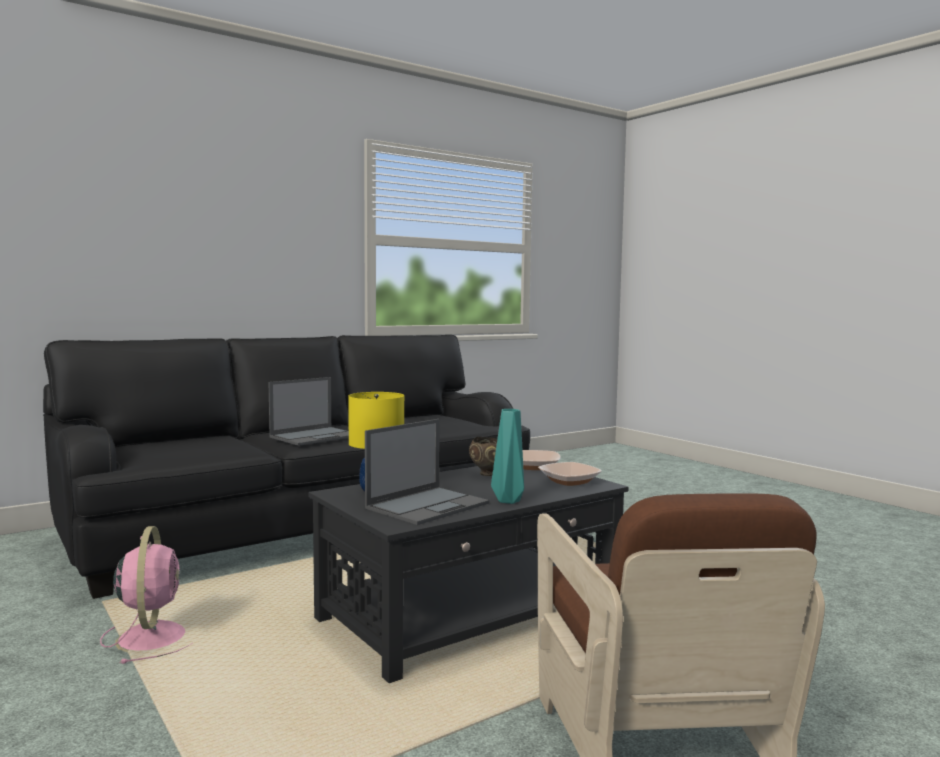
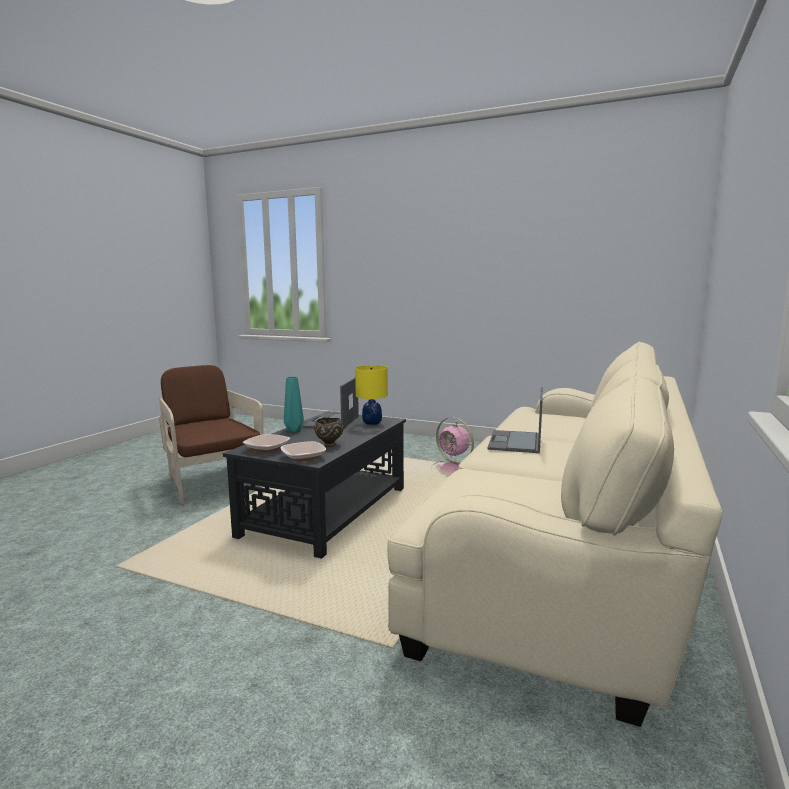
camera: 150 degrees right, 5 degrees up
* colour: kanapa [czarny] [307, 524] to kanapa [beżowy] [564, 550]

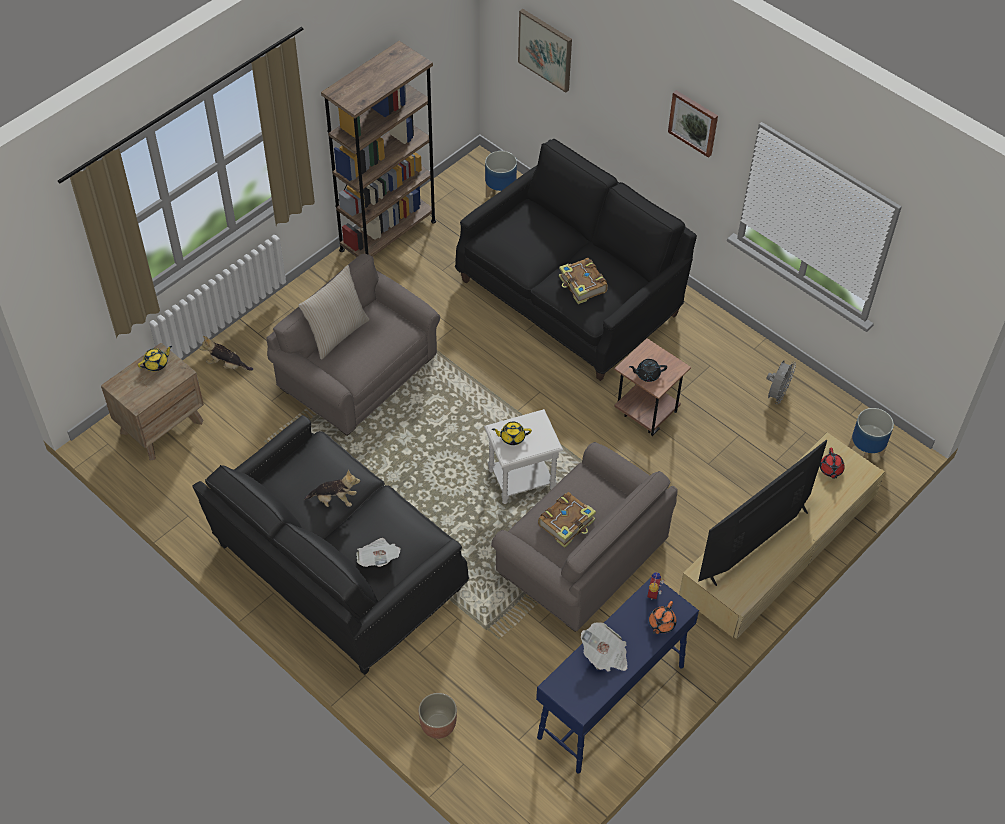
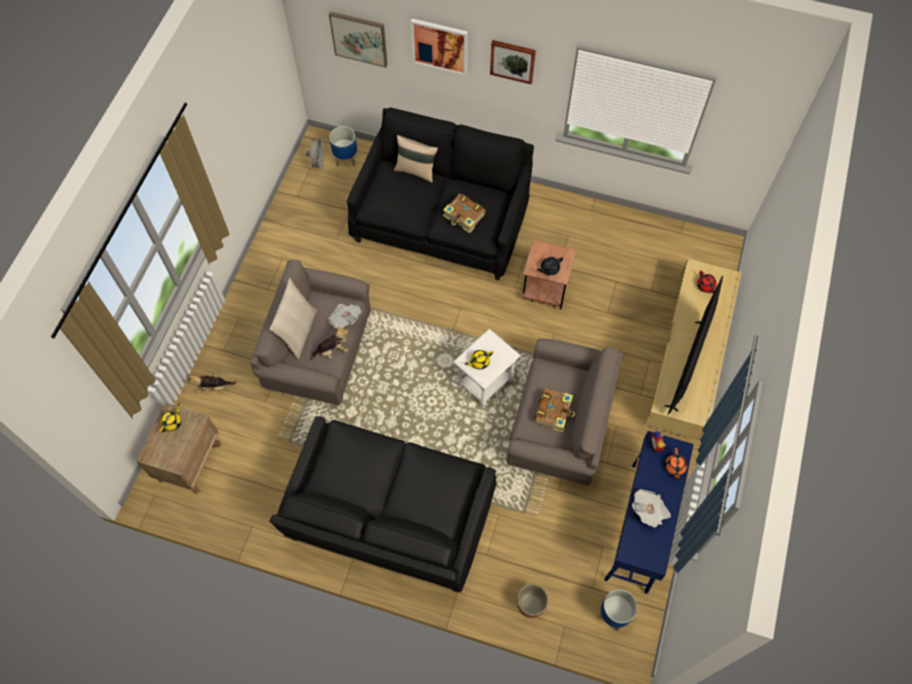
camera: 25 degrees left, 10 degrees up
* missing: regał [brązowy] [388, 235]
* relocated: wentylator [szary] [776, 394] to [318, 164]
* relocated: donica [866, 451] to [614, 615]
* relocated: pluszak [334, 500] to [332, 351]
* relocated: gazeta [378, 559] to [345, 319]
* appeared: obraz [440, 46]
* appeared: poduszka [beżowy] [416, 171]

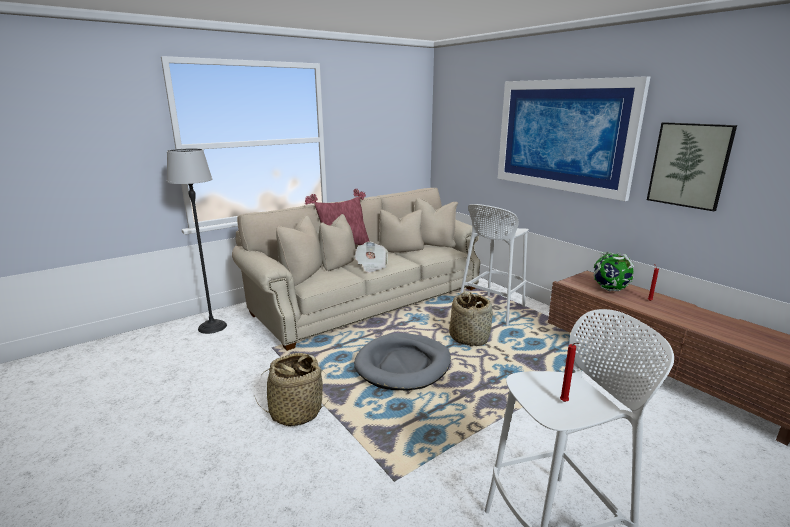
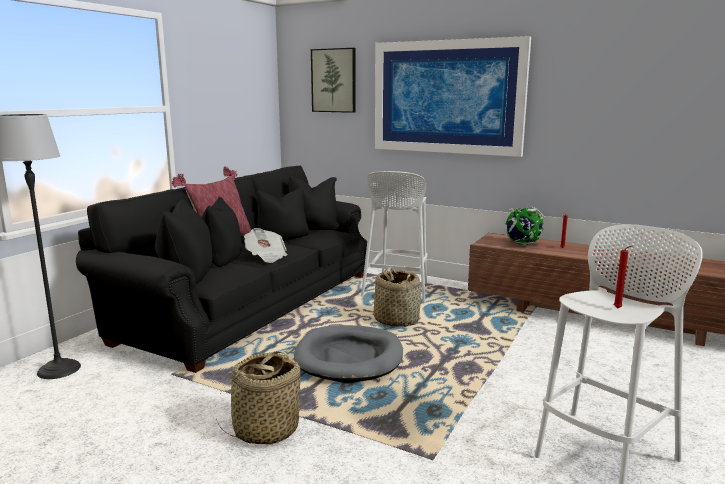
camera: 25 degrees left, 5 degrees down
* relocated: obraz [689, 165] to [334, 80]
* colour: kanapa [beżowy] [367, 299] to kanapa [czarny] [250, 304]

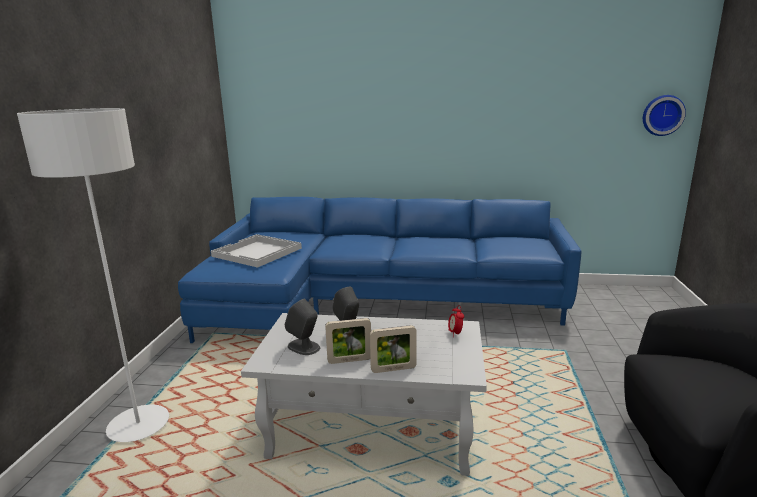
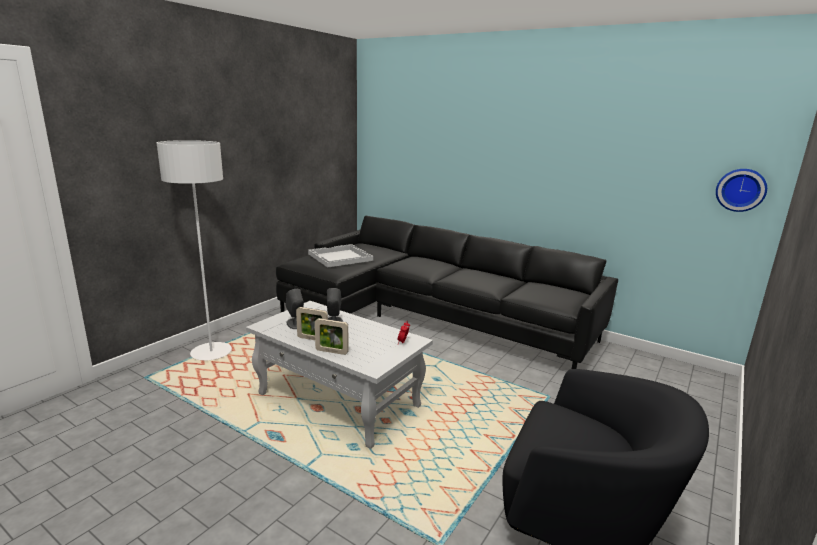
camera: 25 degrees right, 0 degrees up
* colour: kanapa [niebieski] [373, 302] to kanapa [czarny] [430, 318]

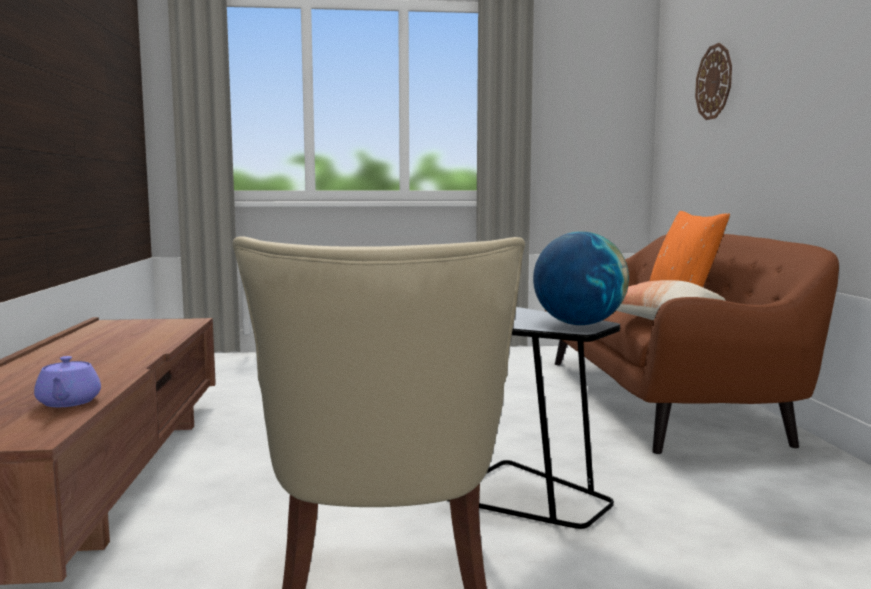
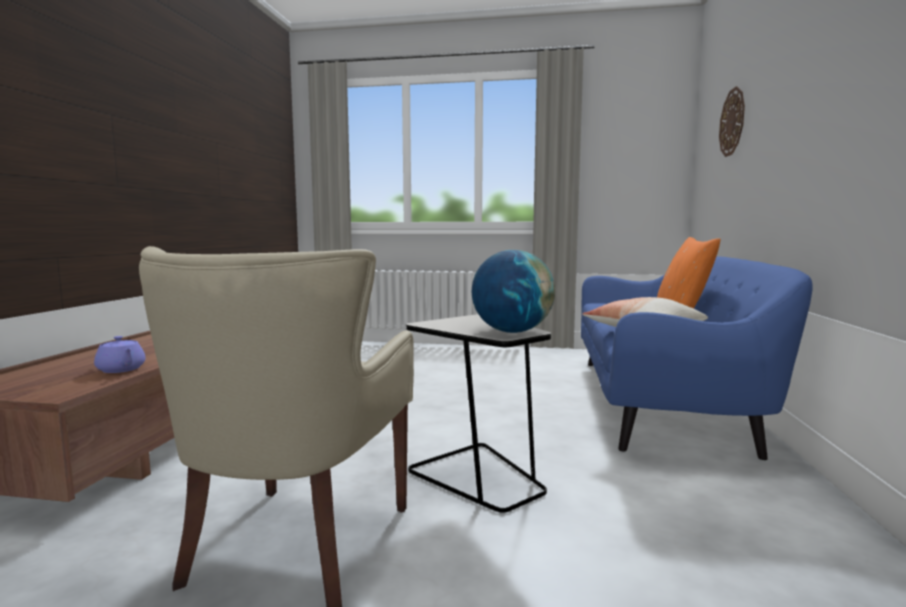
camera: 15 degrees right, 0 degrees up
* colour: kanapa [brązowy] [657, 397] to kanapa [niebieski] [659, 400]
* spun: imbryk [fioletowy] [68, 402] = [121, 370] 45 degrees counterclockwise

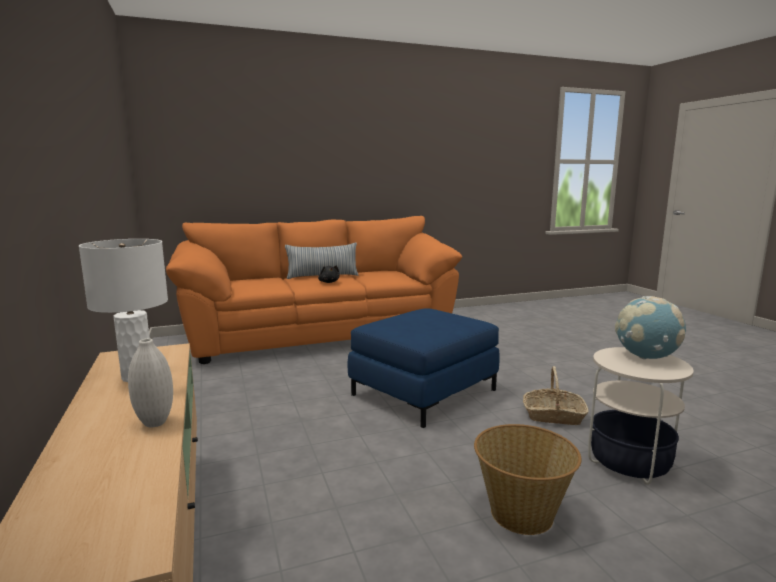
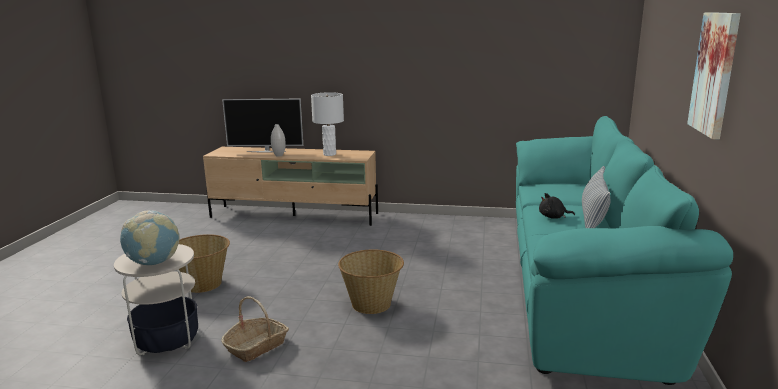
camera: 120 degrees right, 5 degrees up
* colour: kanapa [pomarańczowy] [321, 337] to kanapa [turkusowy] [580, 291]
* exchanged: pufa [niebieski] [424, 392] to koszyk [372, 304]
* appeared: obraz [715, 74]
* appeared: telewizor [266, 151]

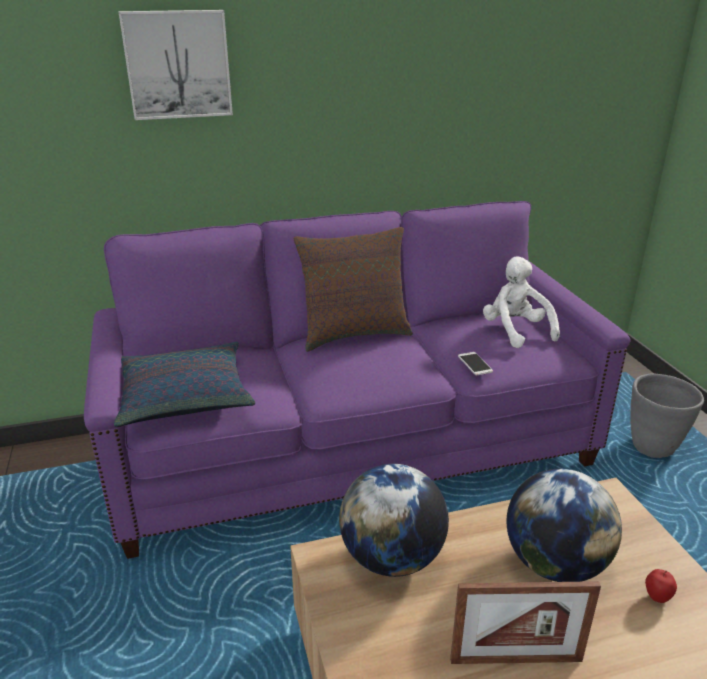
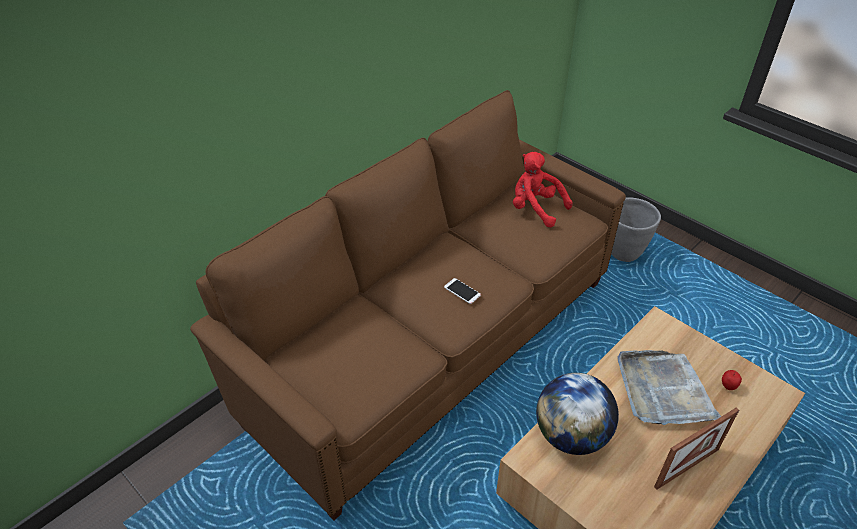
camera: 30 degrees left, 15 degrees up
* missing: obraz [177, 64]
* colour: kanapa [fioletowy] [354, 450] to kanapa [brązowy] [428, 343]
* missing: poduszka [brązowy] [355, 335]
* colour: pluszak [biały] [515, 331] to pluszak [czerwony] [535, 208]
* missing: poduszka [niebieski] [184, 397]
* relocated: telefon [475, 364] to [462, 291]
* exchanged: globus [554, 564] to taca [szary] [663, 391]

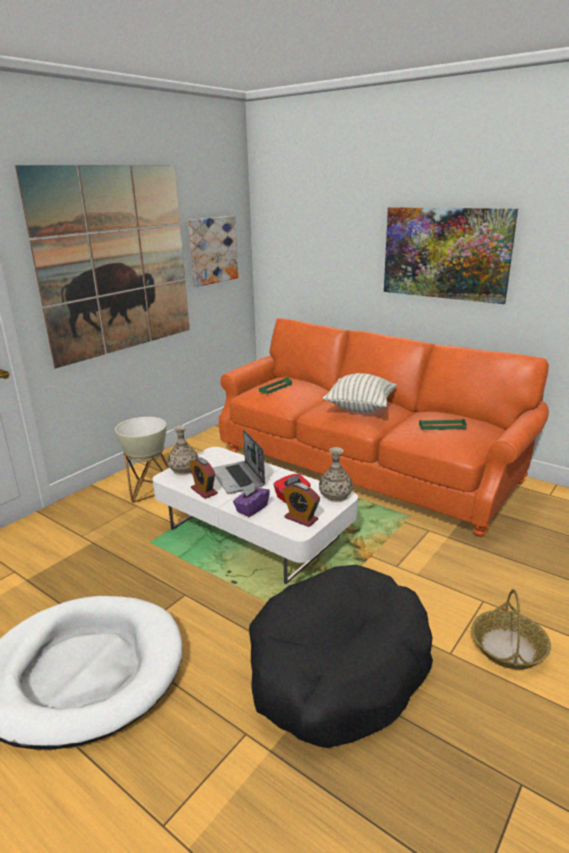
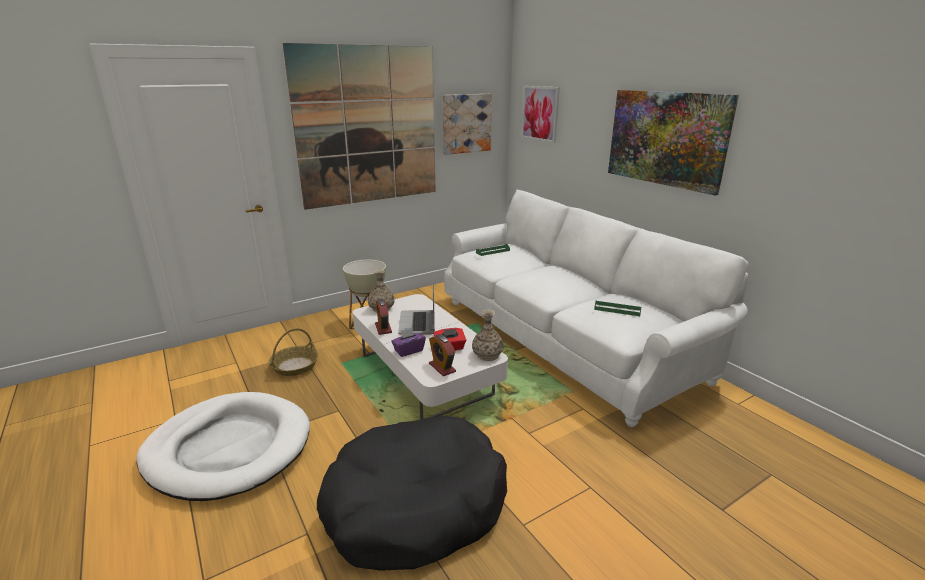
camera: 20 degrees right, 0 degrees up
* colour: kanapa [pomarańczowy] [366, 466] to kanapa [biały] [563, 338]
* missing: poduszka [360, 408]
* relocated: koszyk [508, 648] to [294, 366]
* appeared: obraz [540, 113]

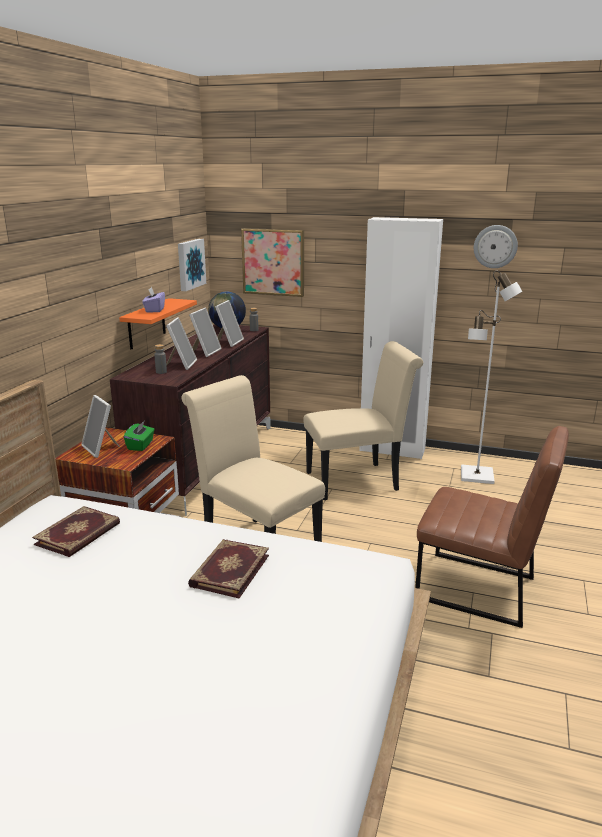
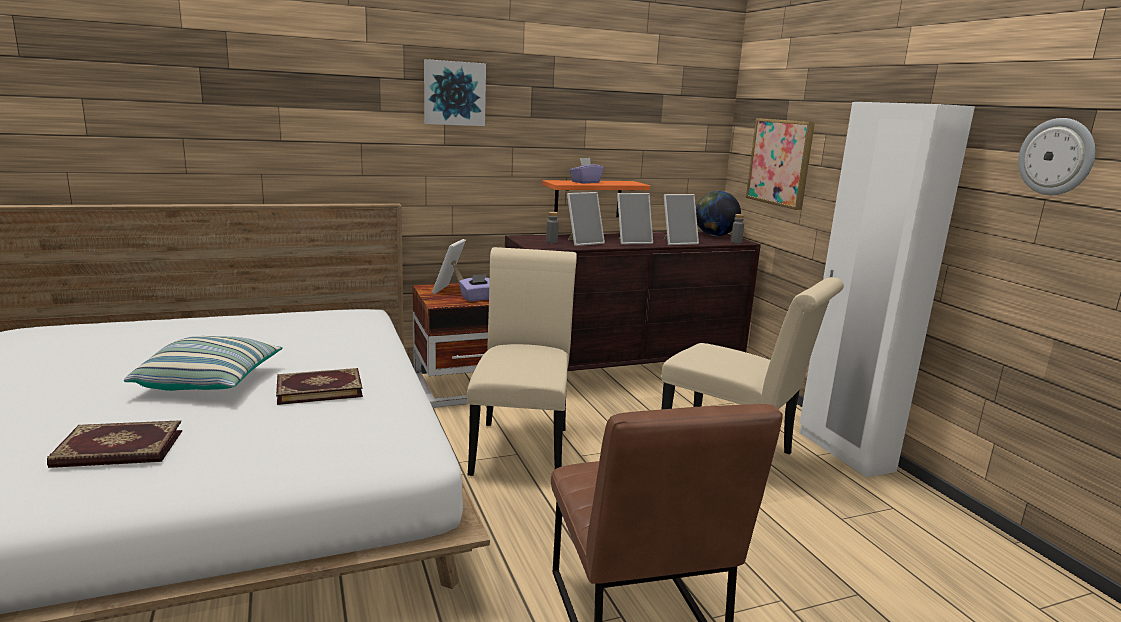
camera: 50 degrees right, 5 degrees down
* relocated: obraz [190, 264] to [454, 93]
* missing: lampa stojąca [biały] [476, 475]
* colour: pudełko chusteczek [zielony] [140, 445] to pudełko chusteczek [fioletowy] [477, 298]
* relocated: książka [79, 534] to [118, 450]
* appeared: poduszka [210, 382]

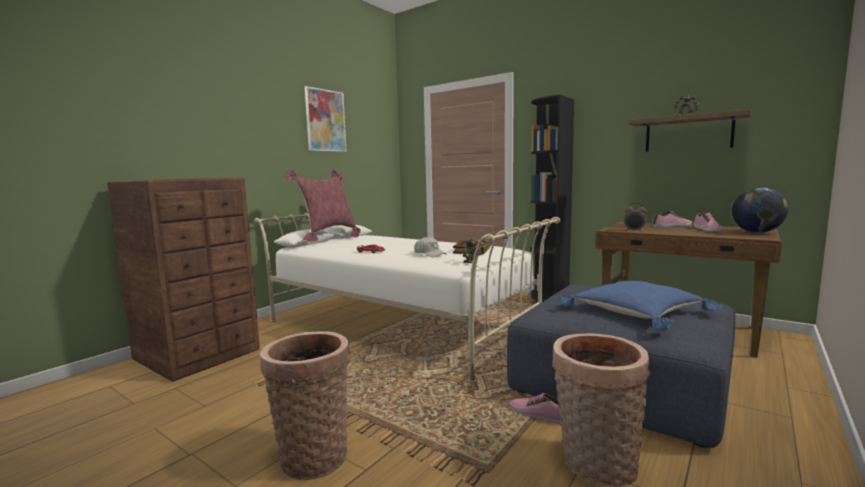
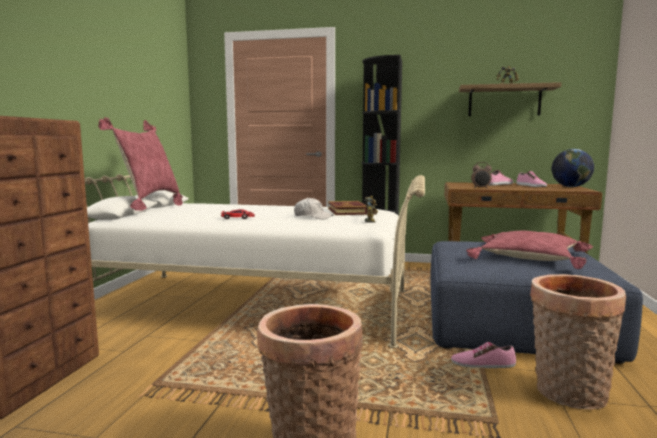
camera: 25 degrees left, 0 degrees up
* missing: obraz [325, 120]
* colour: poduszka [niebieski] [636, 310] to poduszka [czerwony] [529, 256]

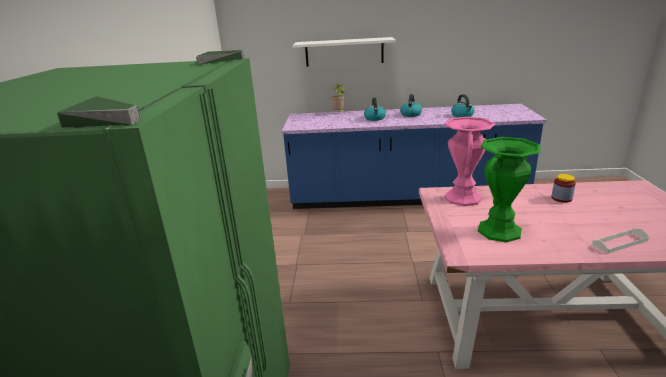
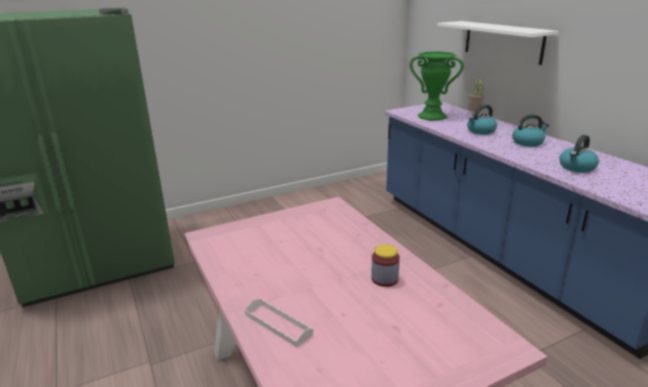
camera: 60 degrees right, 0 degrees up
* missing: wazon [różowy] [462, 198]
* relocated: wazon [zielony] [499, 230] to [432, 116]

